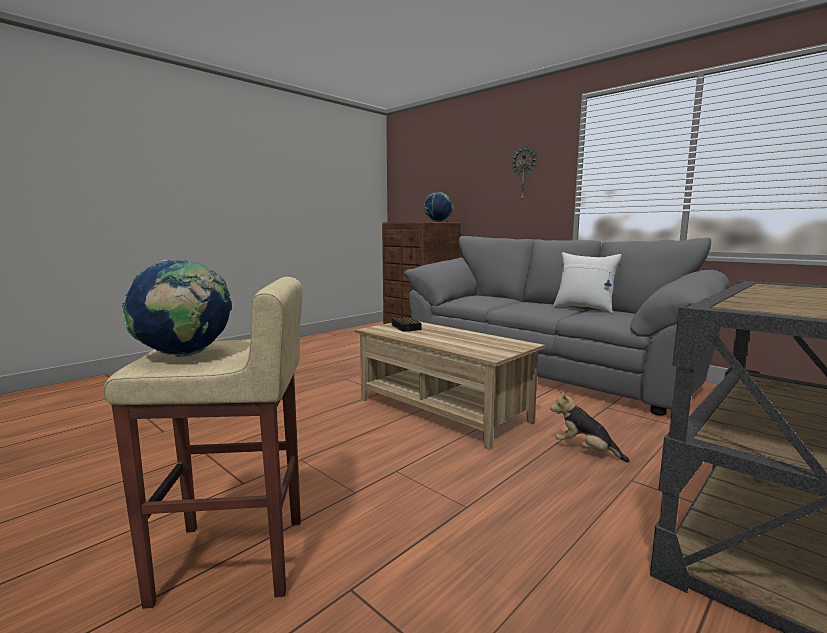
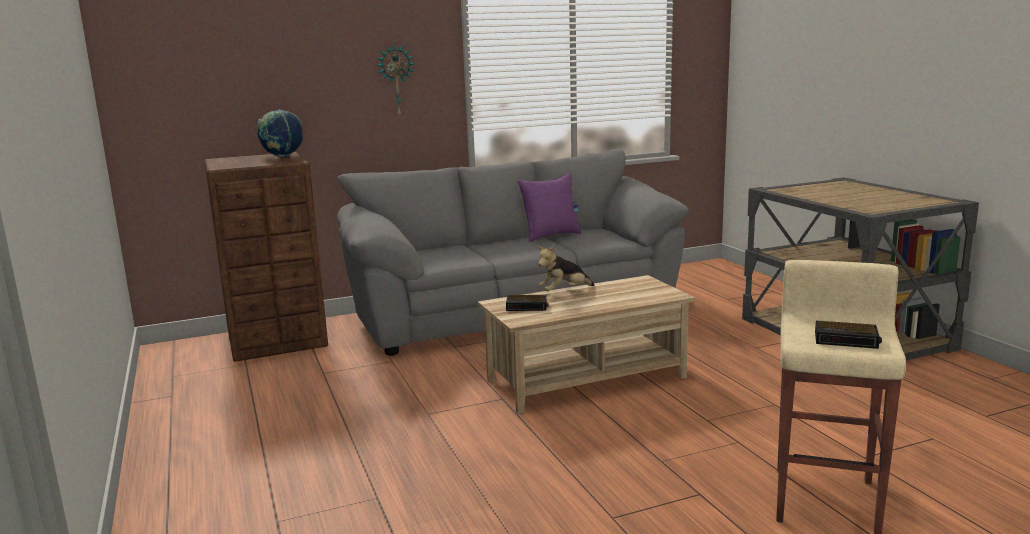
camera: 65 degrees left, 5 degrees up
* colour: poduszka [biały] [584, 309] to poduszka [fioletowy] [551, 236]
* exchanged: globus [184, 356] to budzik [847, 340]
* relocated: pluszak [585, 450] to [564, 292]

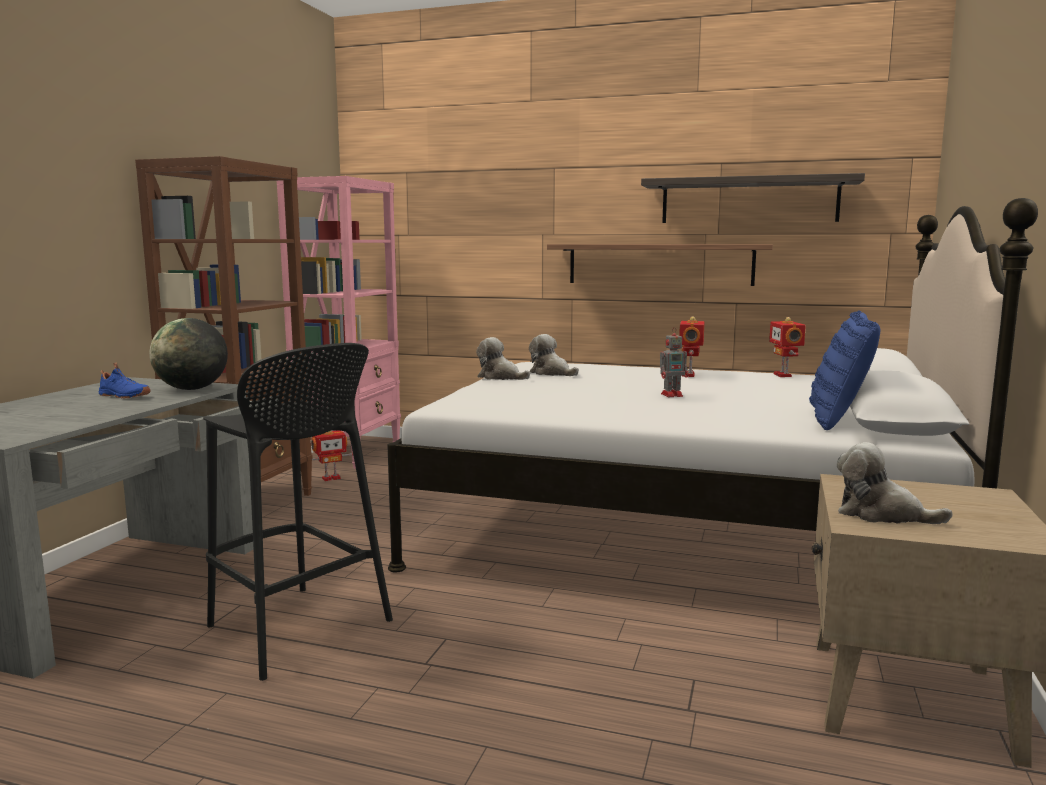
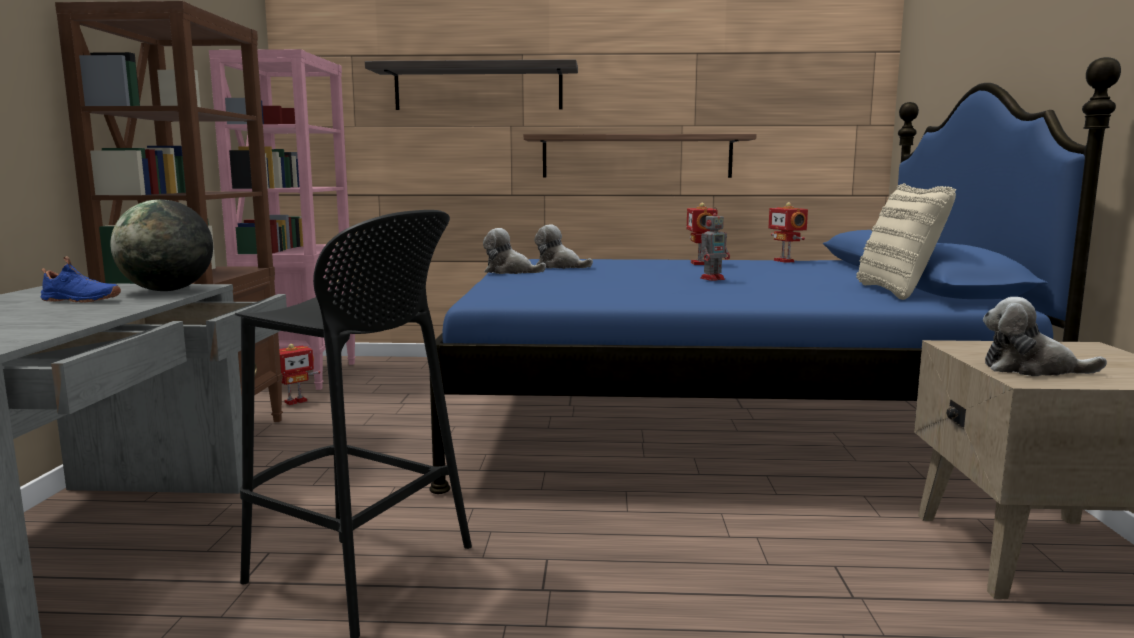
camera: 15 degrees left, 0 degrees up
* relocated: półka [749, 201] to [478, 88]
* colour: łóżko [biały] [677, 534] to łóżko [niebieski] [709, 426]
* colour: poduszka [niebieski] [838, 420] to poduszka [beżowy] [898, 292]

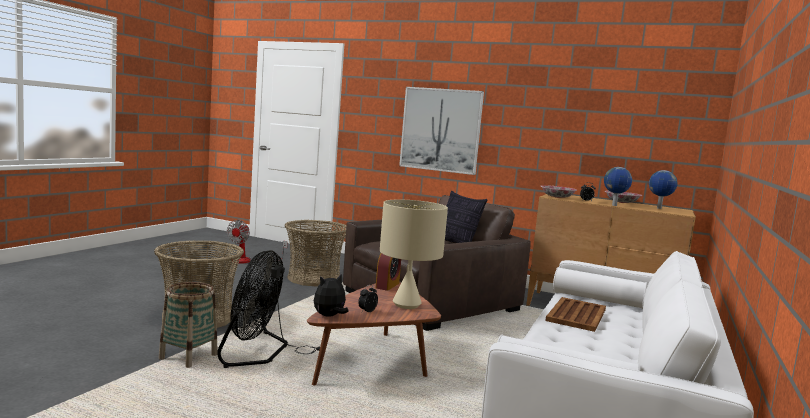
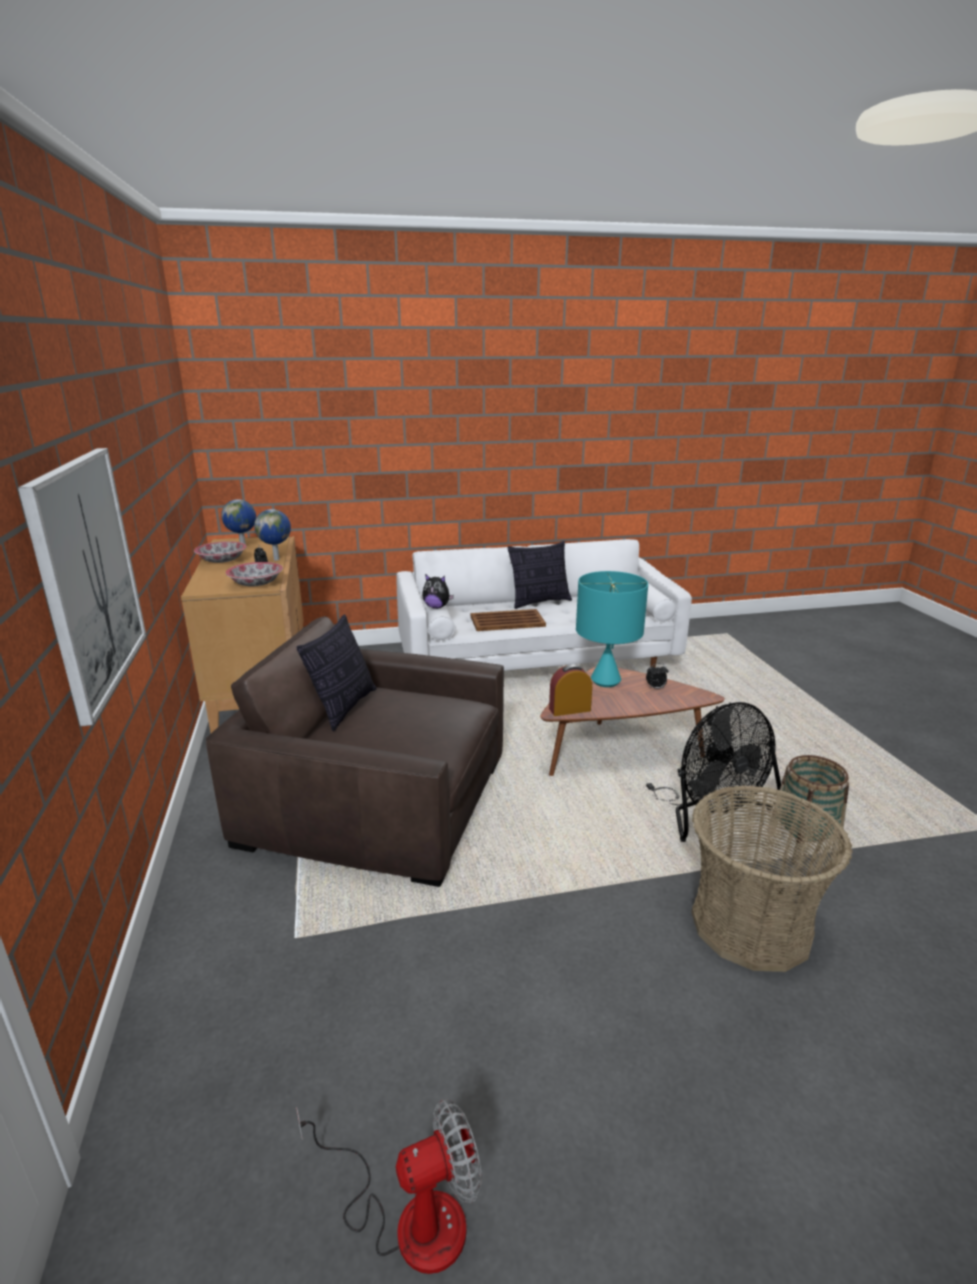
camera: 125 degrees left, 15 degrees up
* colour: lampa stołowa [beżowy] [406, 305] to lampa stołowa [turkusowy] [605, 682]
* missing: koszyk [314, 279]
* relocated: pluszak [329, 316] to [437, 607]
* appeared: poduszka [539, 602]

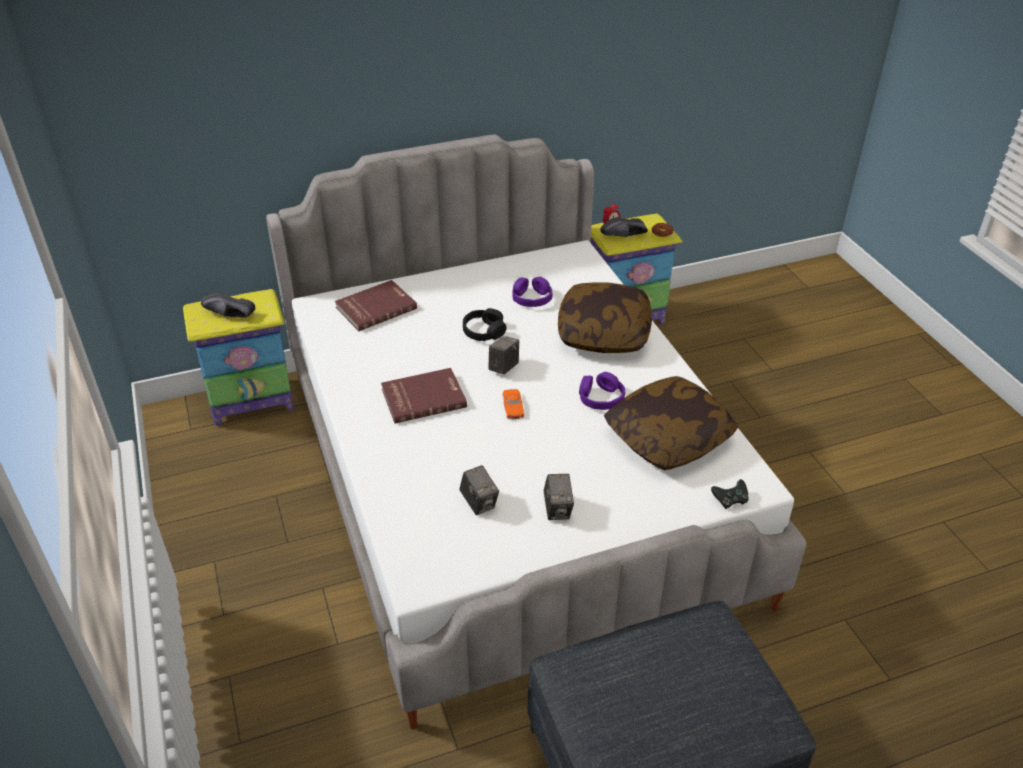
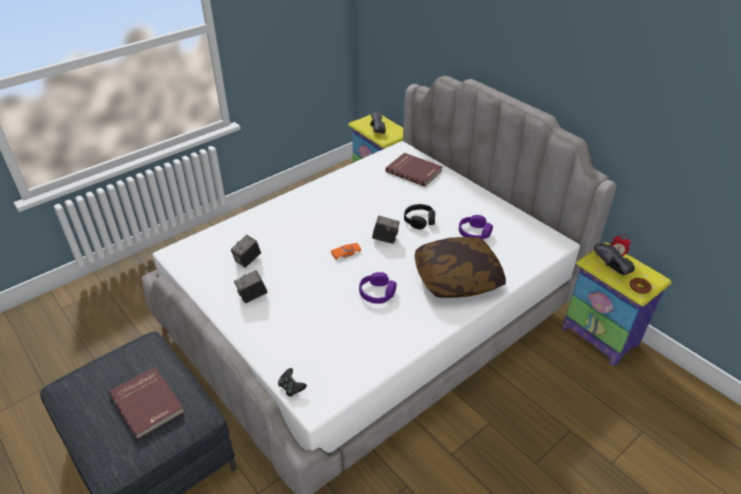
camera: 70 degrees right, 0 degrees up
* relocated: książka [czerwony] [423, 397] to [148, 403]
* missing: poduszka [668, 437]

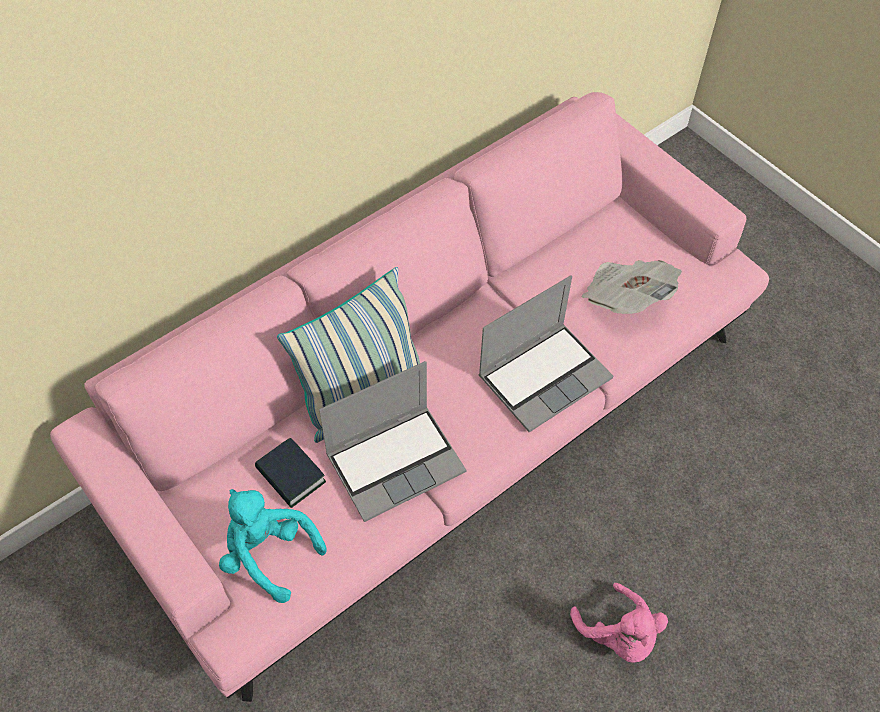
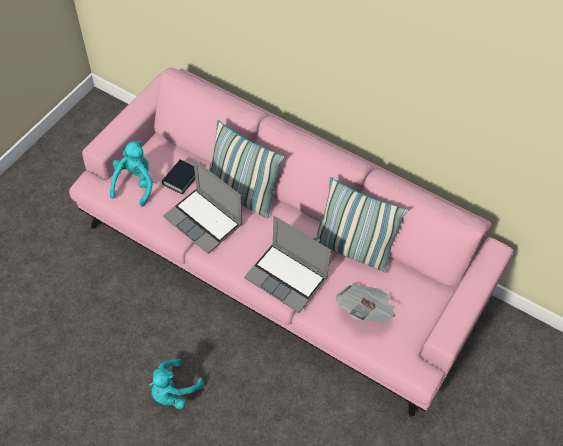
camera: 70 degrees right, 0 degrees up
* colour: pluszak [różowy] [619, 635] to pluszak [turkusowy] [173, 391]
* appeared: poduszka [353, 249]

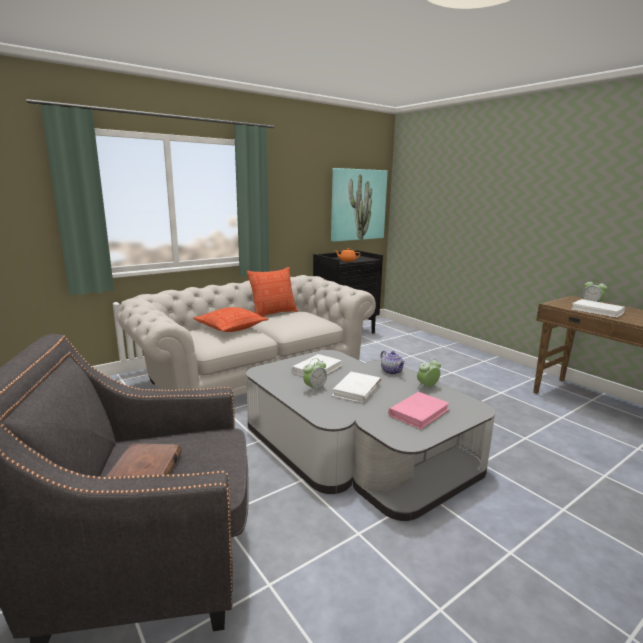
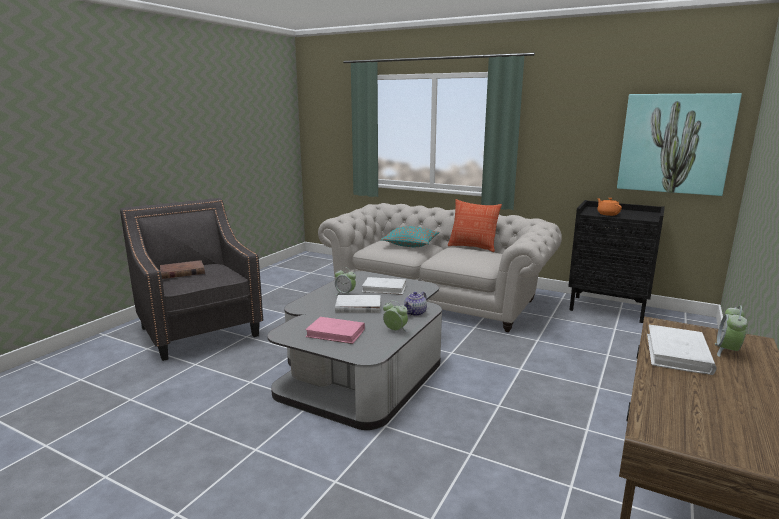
camera: 65 degrees right, 0 degrees up
* colour: poduszka [pomarańczowy] [231, 328] to poduszka [turkusowy] [410, 244]

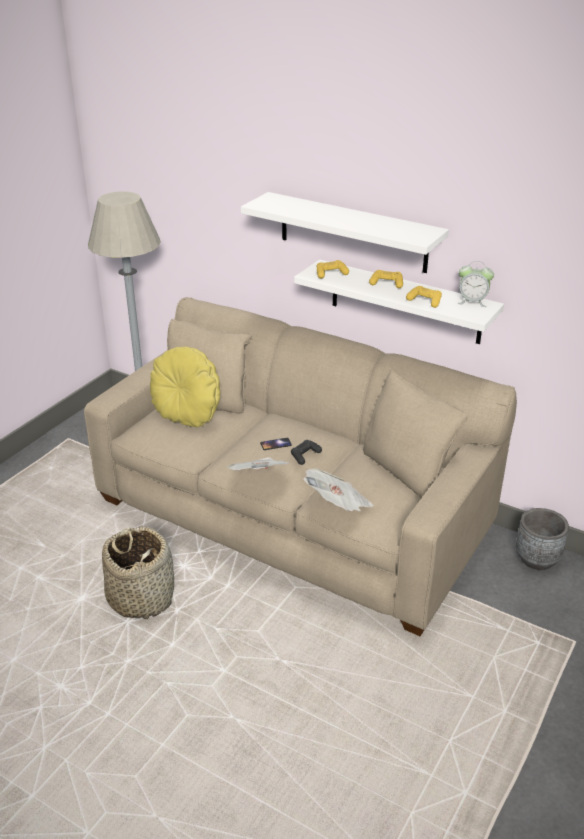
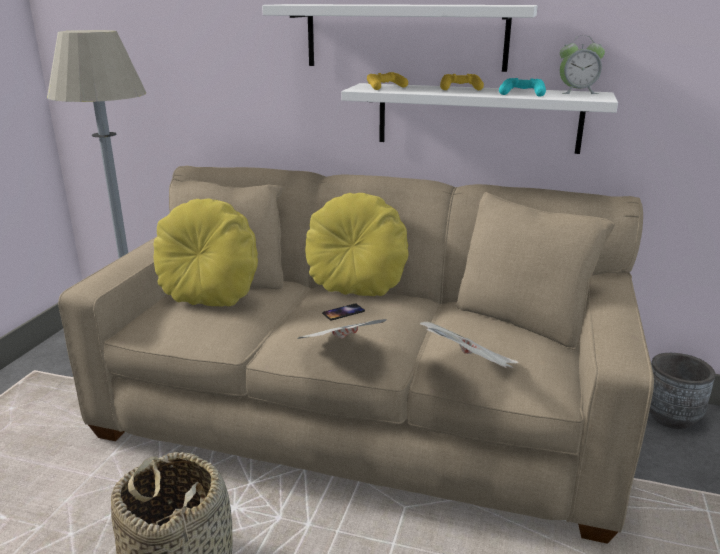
camera: 15 degrees left, 10 degrees down
* colour: pad do gier [żółty] [424, 301] to pad do gier [turkusowy] [522, 94]
* missing: pad do gier [czarny] [305, 455]
* appeared: poduszka [żółty] [356, 289]

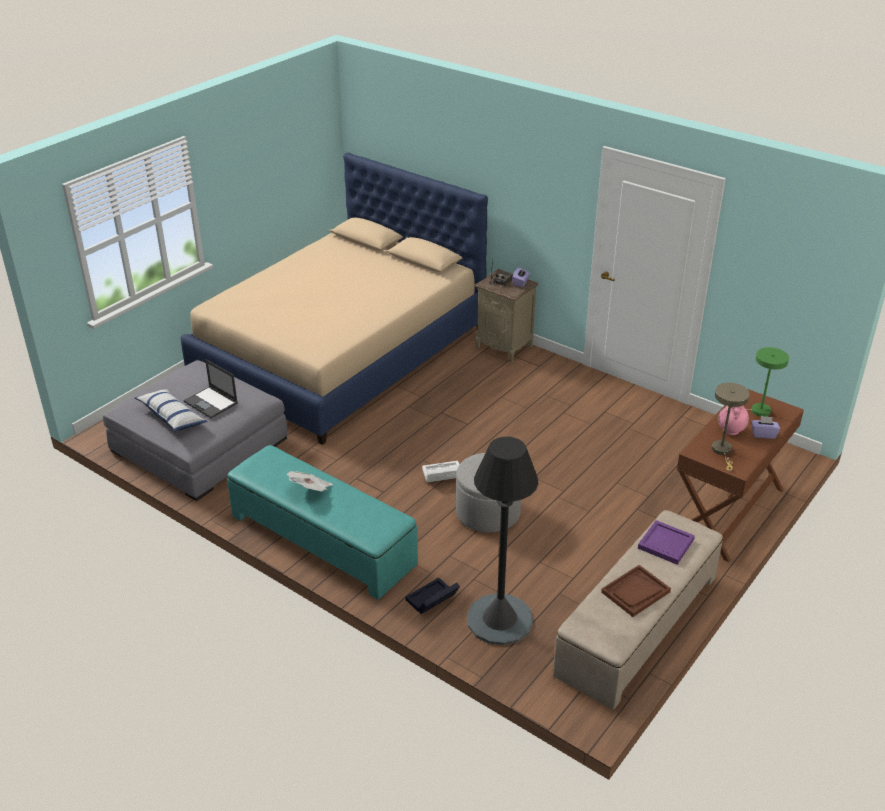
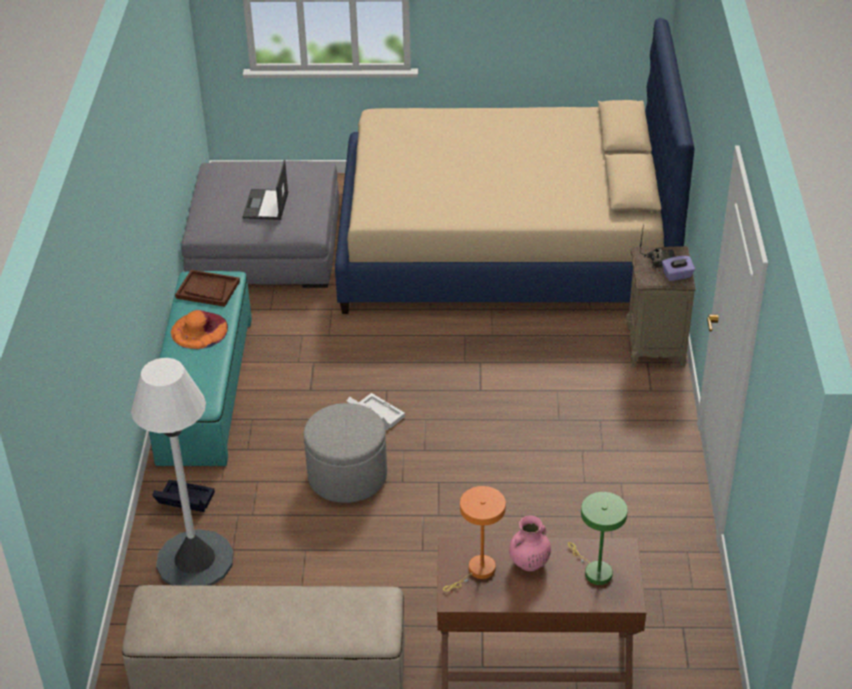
camera: 55 degrees right, 5 degrees up
* colour: lampa stołowa [beżowy] [722, 451] to lampa stołowa [pomarańczowy] [478, 571]
* missing: poduszka [172, 417]
* missing: pudełko chusteczek [fioletowy] [763, 434]
* colour: lampa stojąca [czarny] [499, 620] to lampa stojąca [biały] [195, 560]
* exchanged: gazeta [311, 490] to kapelusz [pomarańczowy] [199, 330]
* missing: taca [fioletowy] [665, 543]
* relocated: taca [brązowy] [635, 592] to [207, 290]

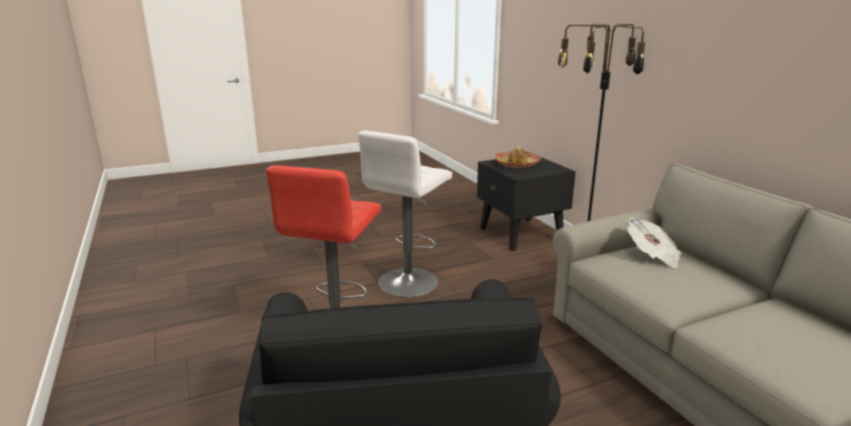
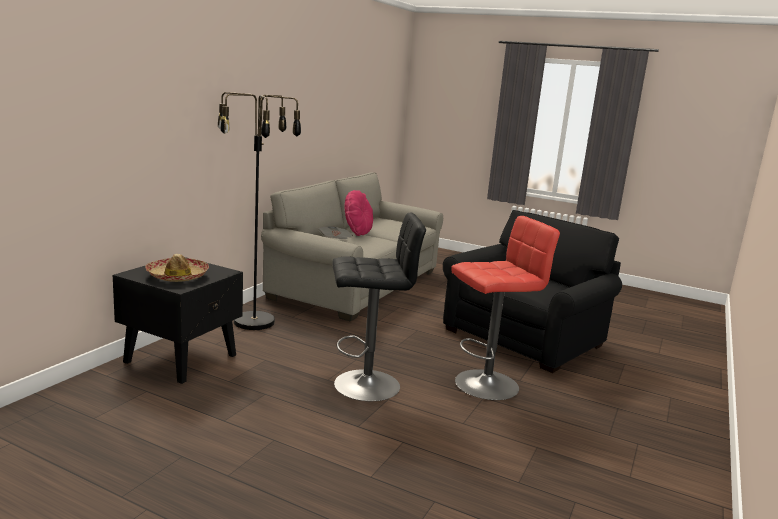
camera: 130 degrees left, 5 degrees down
* colour: stołek [biały] [407, 282] to stołek [czarny] [368, 385]
* appeared: poduszka [różowy] [357, 233]

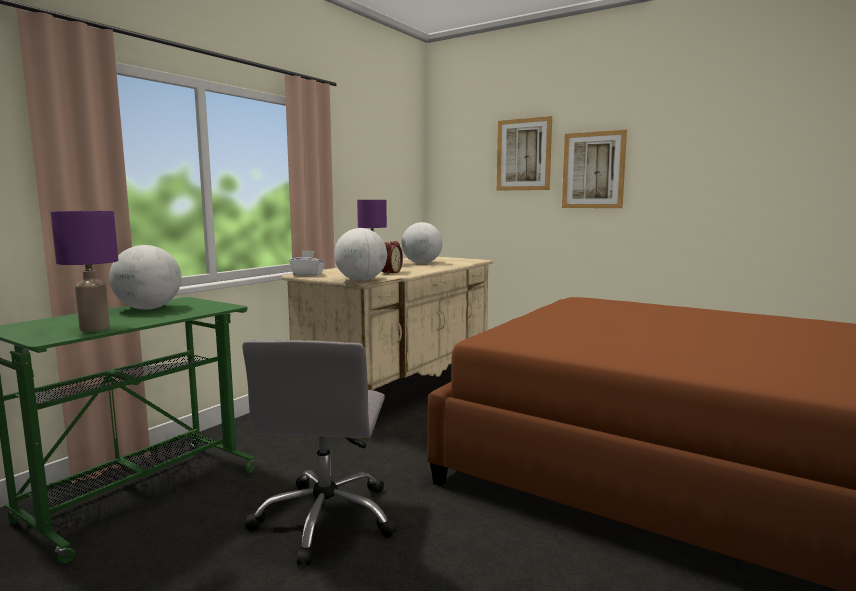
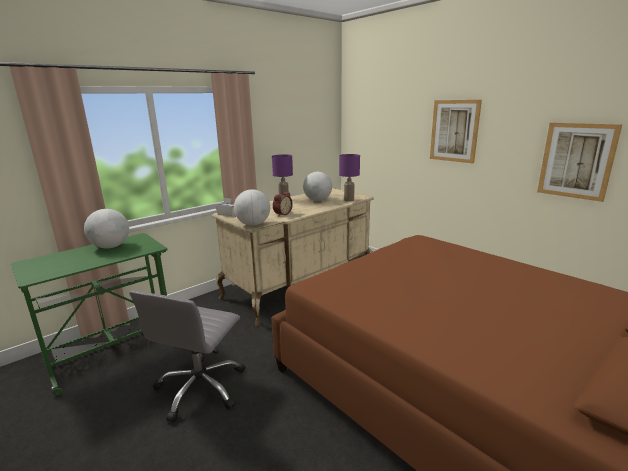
camera: 15 degrees right, 10 degrees up
* relocated: obraz [523, 154] to [576, 161]
* relocated: lampa stołowa [fioletowy] [96, 328] to [349, 200]

